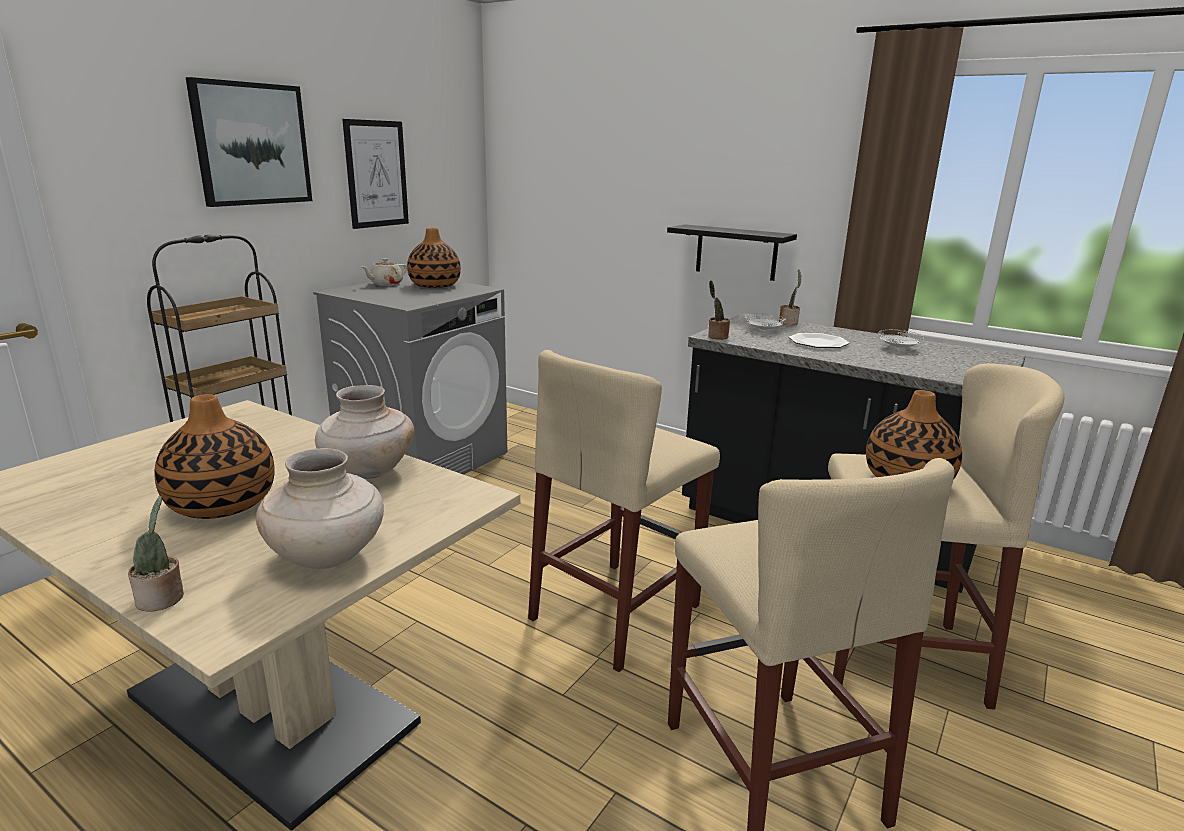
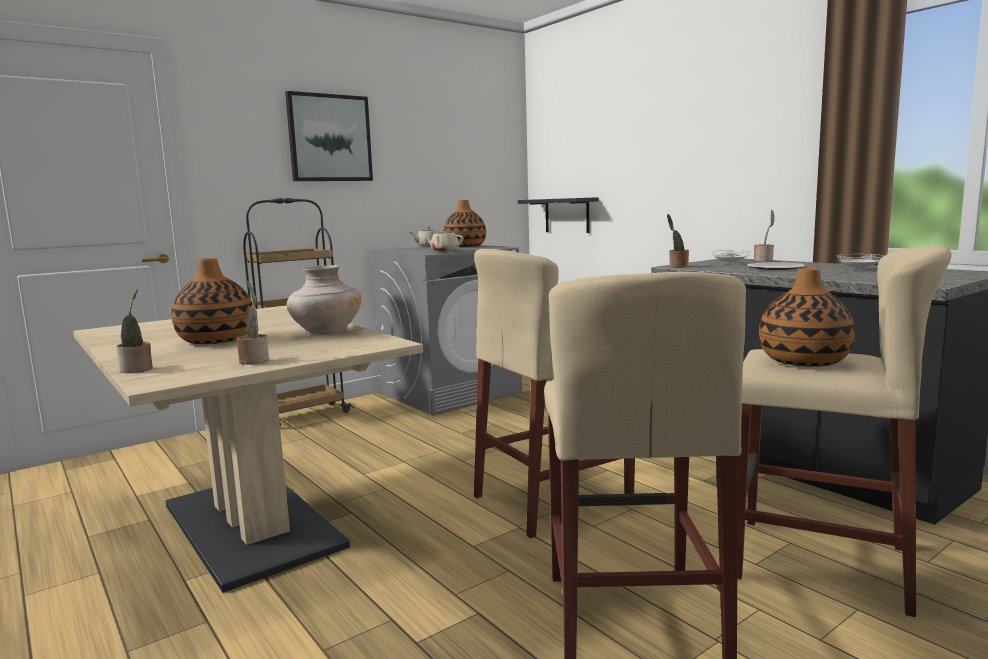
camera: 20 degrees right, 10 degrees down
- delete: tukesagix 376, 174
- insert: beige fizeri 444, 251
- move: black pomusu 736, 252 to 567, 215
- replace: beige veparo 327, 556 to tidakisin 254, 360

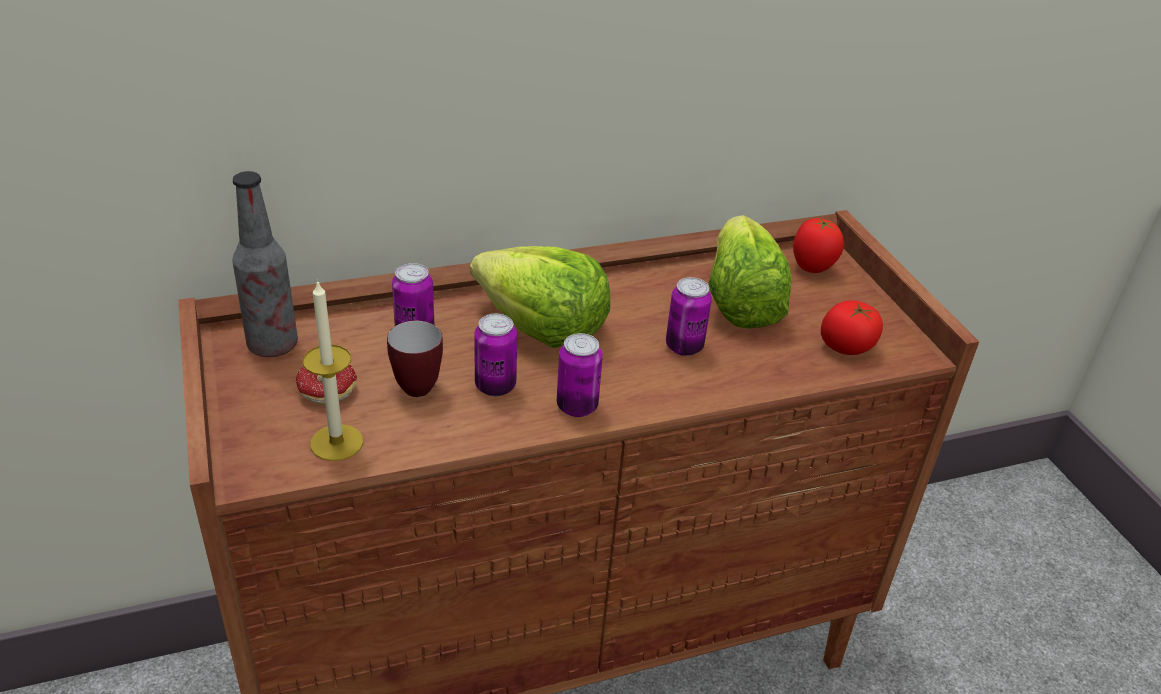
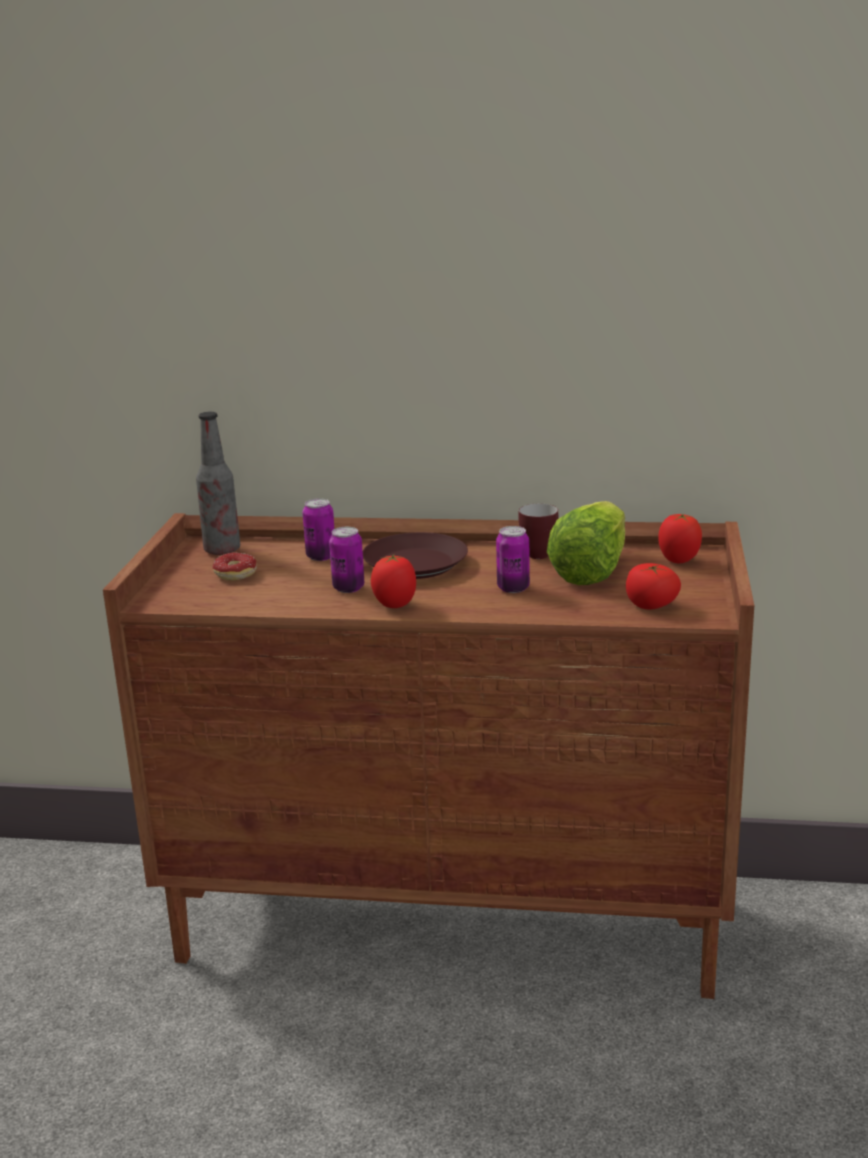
camera: 30 degrees right, 15 degrees down
- delete: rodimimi 336, 442
- move: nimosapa 417, 383 to 540, 553
- replace: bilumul 542, 327 to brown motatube 415, 565
- replace: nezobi 577, 406 to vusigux 395, 605

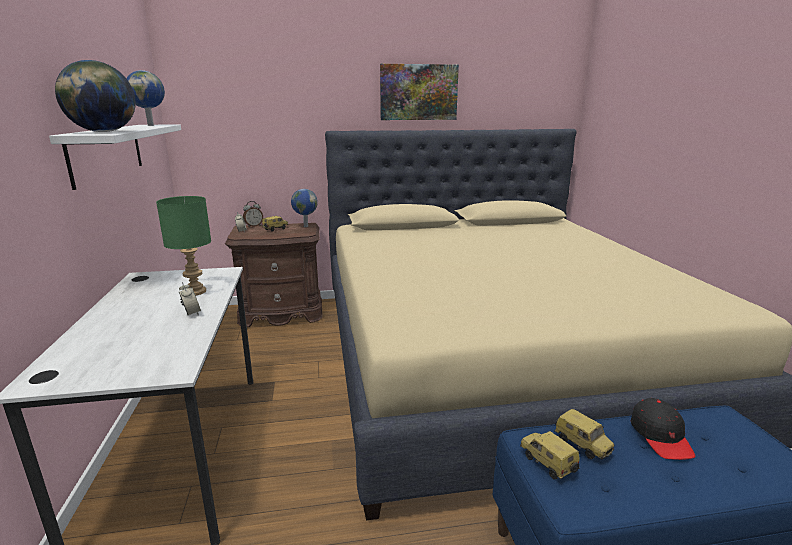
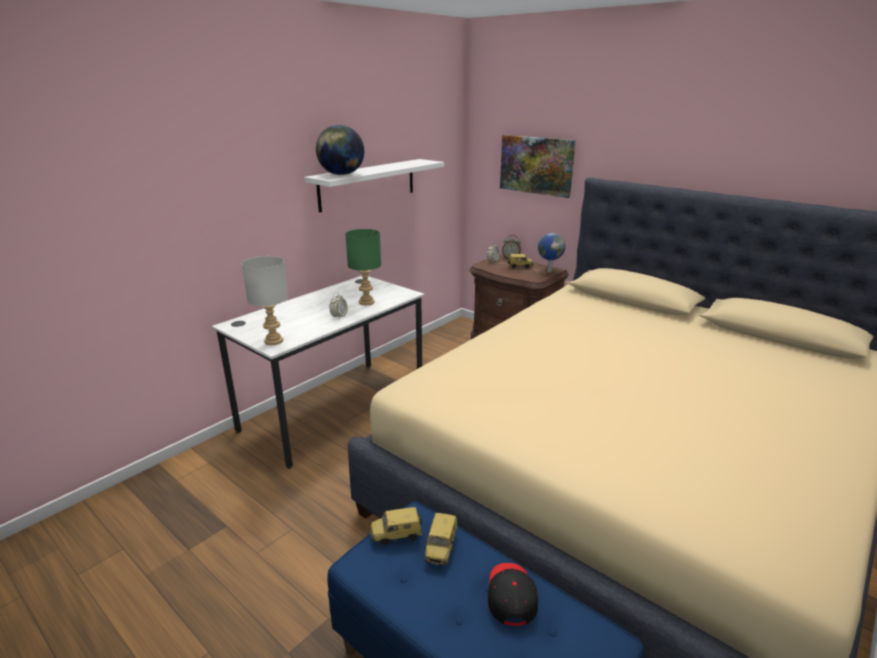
camera: 50 degrees right, 5 degrees up
- delete: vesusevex 151, 125
- insert: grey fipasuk 273, 341
- move: tukesagix 418, 92 to 536, 165
- rotate: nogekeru 546, 464 = 397, 536 120 degrees counterclockwise
- rotate: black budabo 661, 436 = 510, 596 135 degrees clockwise

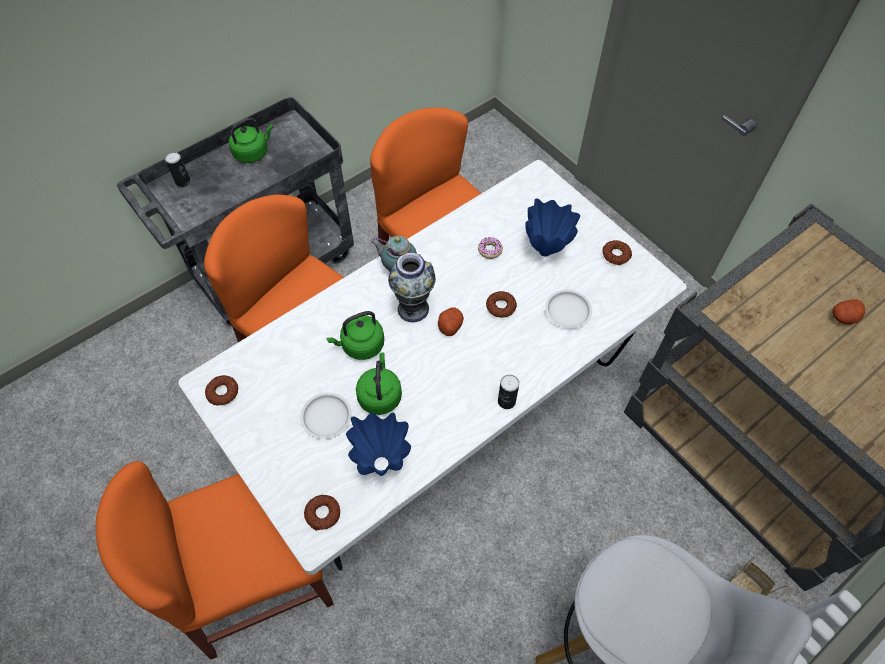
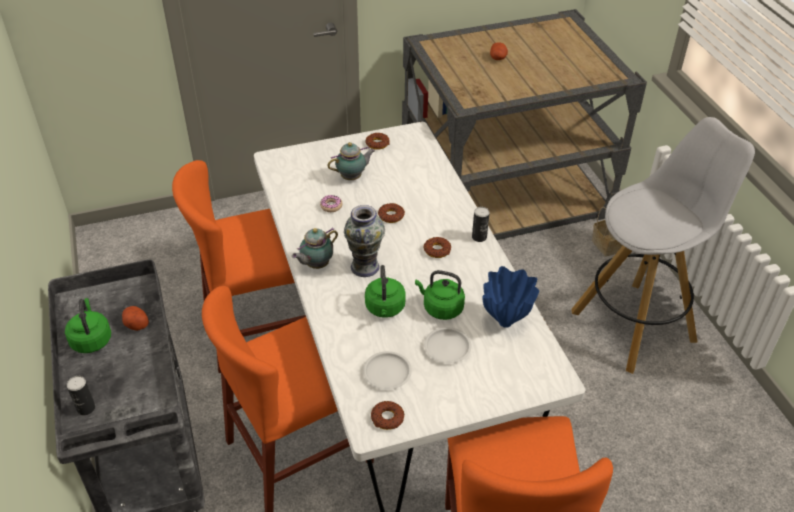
camera: 70 degrees left, 15 degrees down
- move: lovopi 323, 514 to 437, 250
- move: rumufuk 450, 325 to 136, 324
- move: white motatube 568, 311 to 387, 372
- replace: blue veparo 545, 252 to fizeri 352, 177

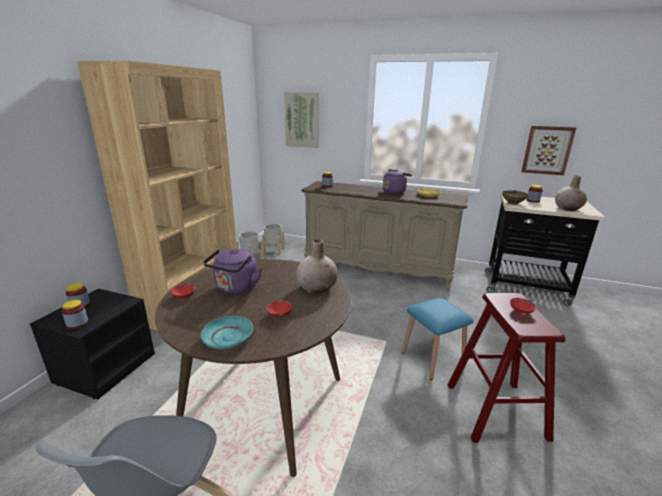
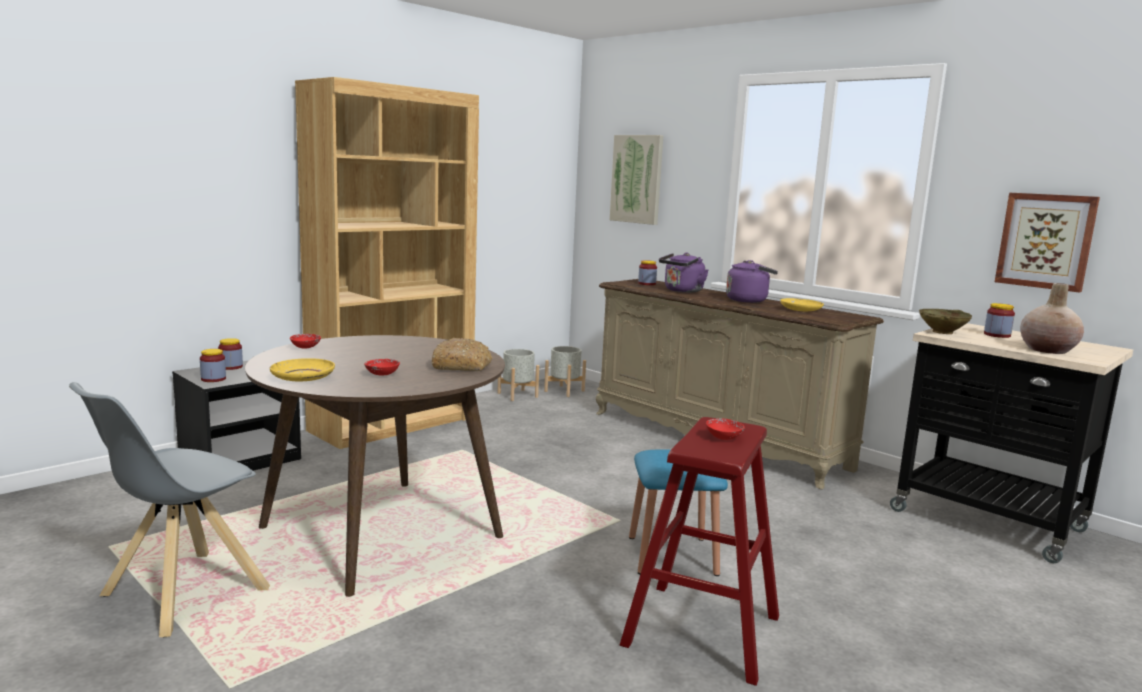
camera: 25 degrees right, 10 degrees down
- move: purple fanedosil 235, 288 to 682, 291
- replace: beige veparo 317, 287 to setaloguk 462, 366
- recolor: turquoise motatube 228, 338 to yellow motatube 303, 377

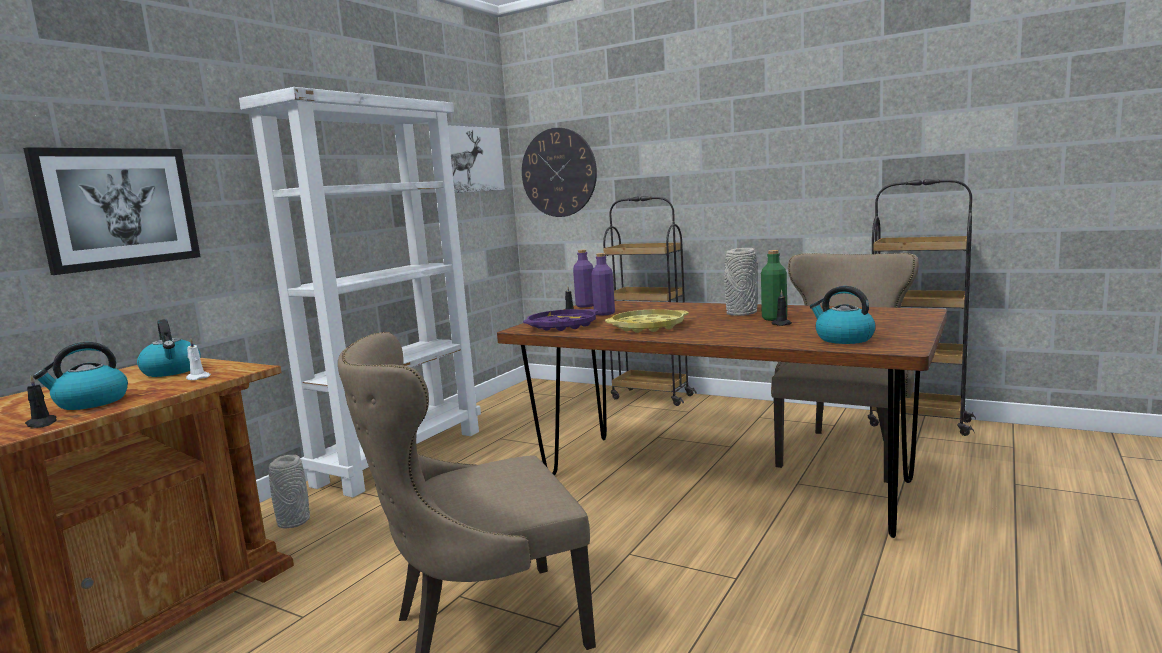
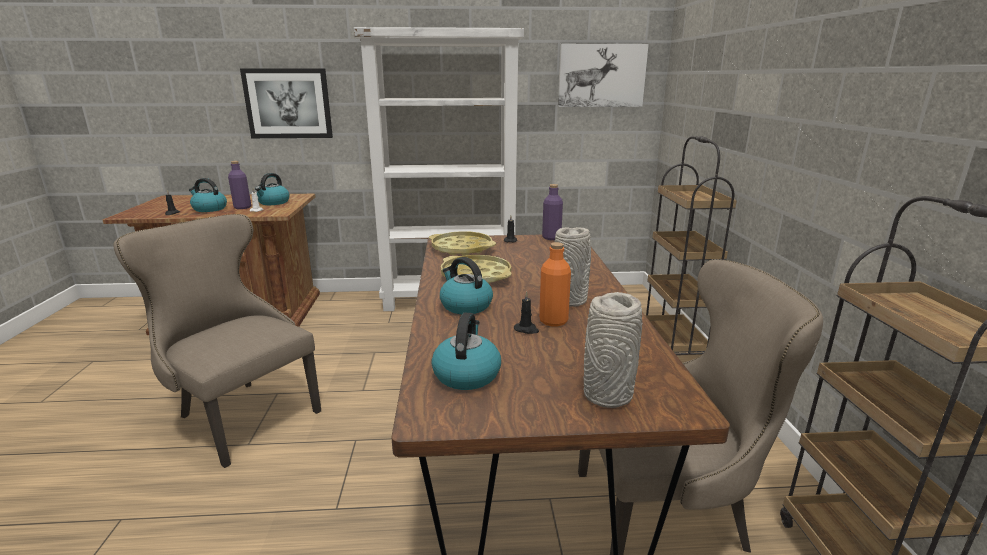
camera: 55 degrees right, 10 degrees up
- delete: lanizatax 558, 172
- insert: fanedosil 465, 305
- move: grey veparo 293, 522 to 607, 394
- move: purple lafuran 604, 313 to 242, 207
- recolor: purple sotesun 561, 326 to yellow sotesun 462, 248
- recolor: green lafuran 774, 319 to orange lafuran 553, 321

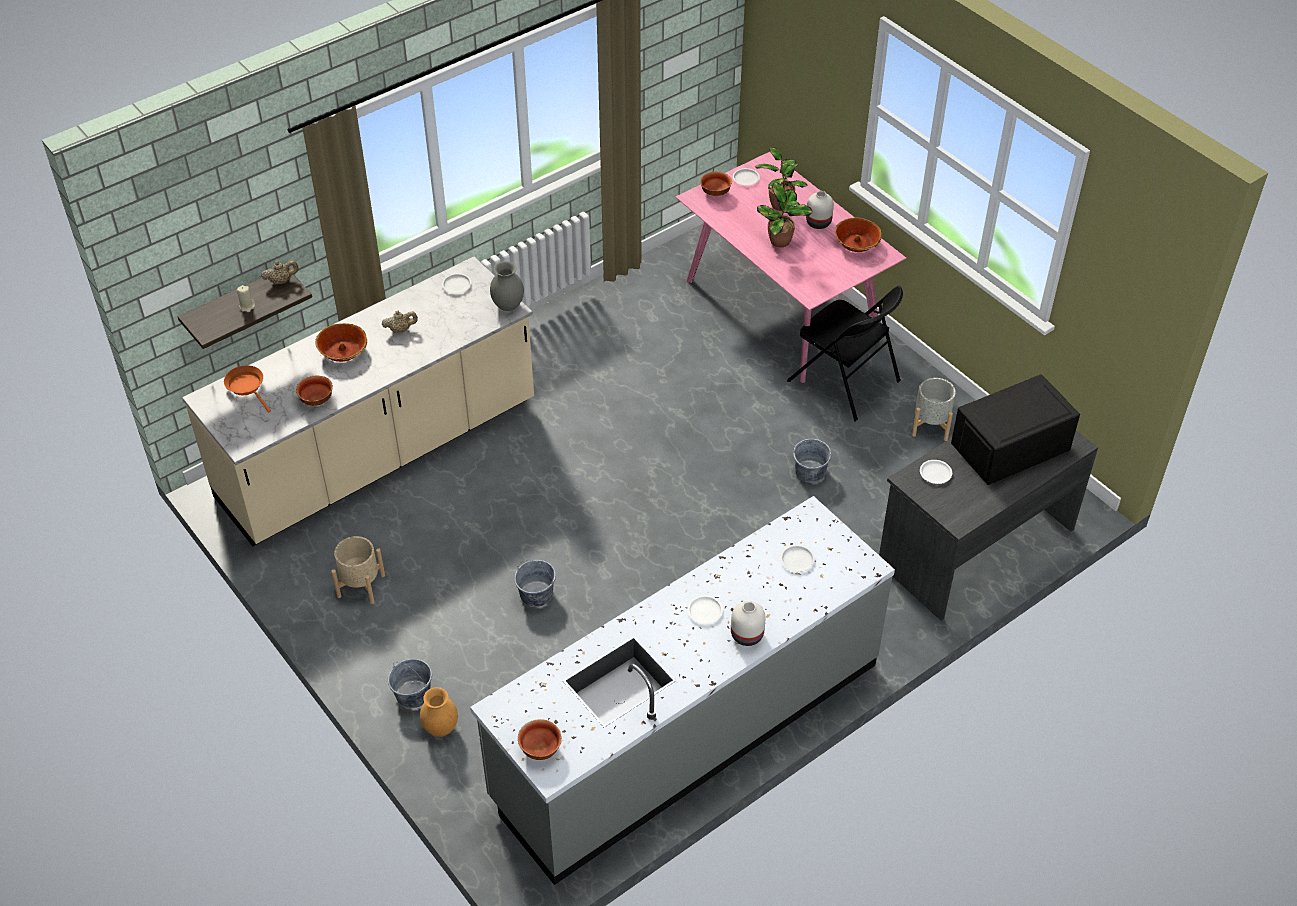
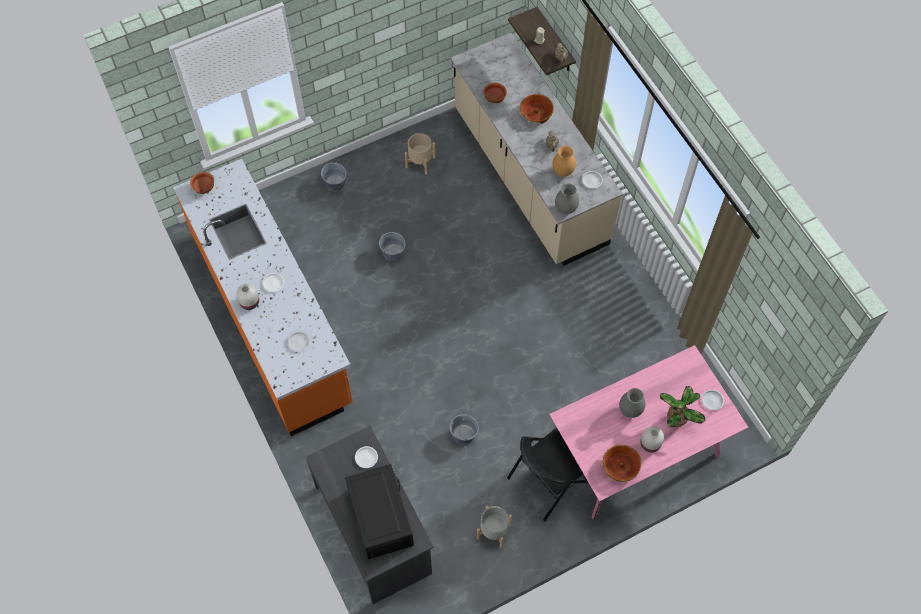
camera: 100 degrees right, 15 degrees up
- delete: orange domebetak 247, 387
- delete: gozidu 715, 193
- move: brown veparo 440, 728 to 563, 171
- replace: tidakisin 781, 242 to grey veparo 630, 410
- recolor: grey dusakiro 686, 730 to orange dusakiro 272, 319

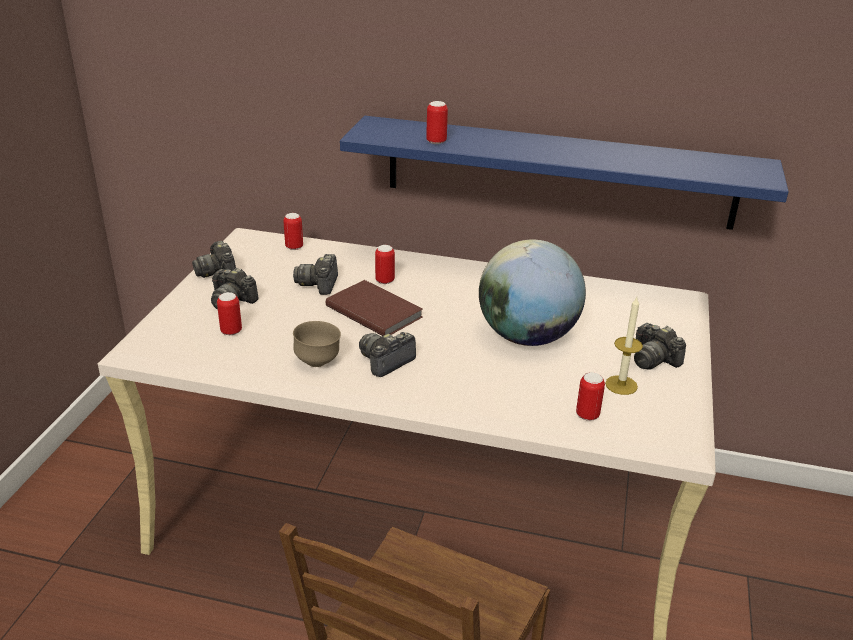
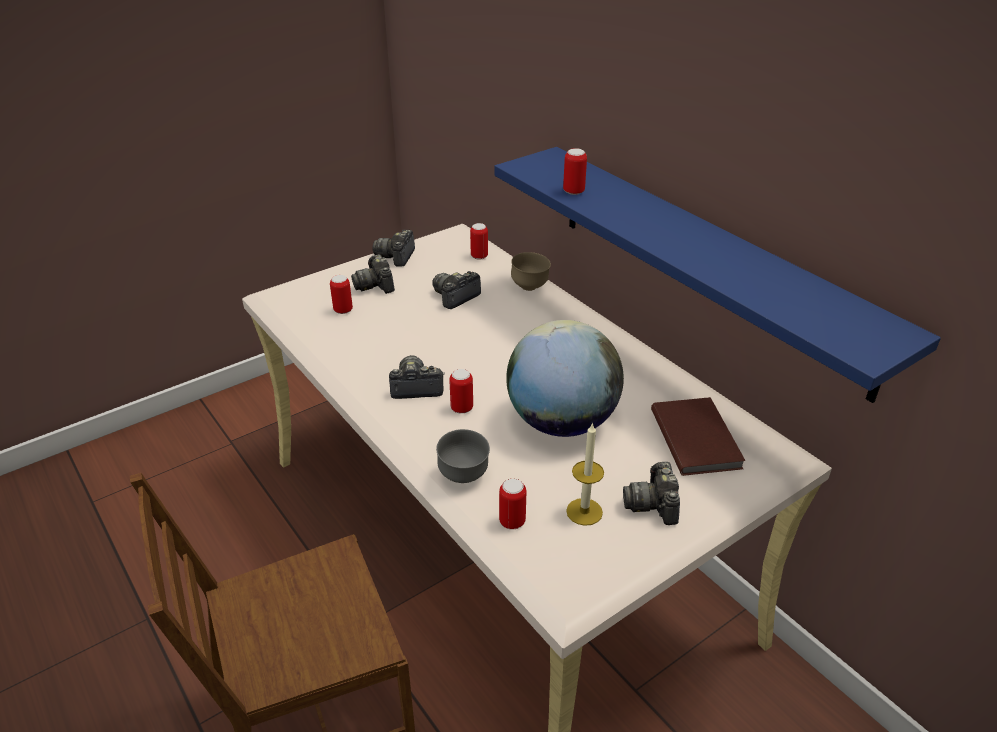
camera: 40 degrees right, 5 degrees up
- insert: grey gozidu 463, 476
- move: brown gozidu 318, 362 to 530, 287
- move: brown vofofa 374, 310 to 697, 437
- move: nezobi 385, 281 to 462, 408

